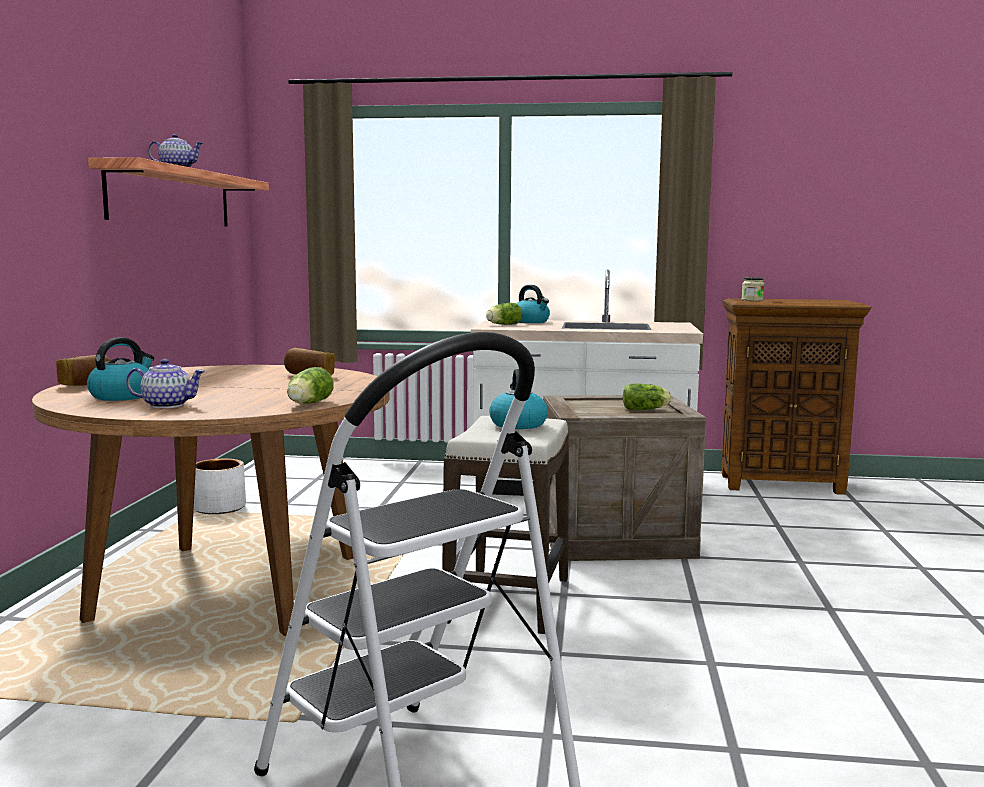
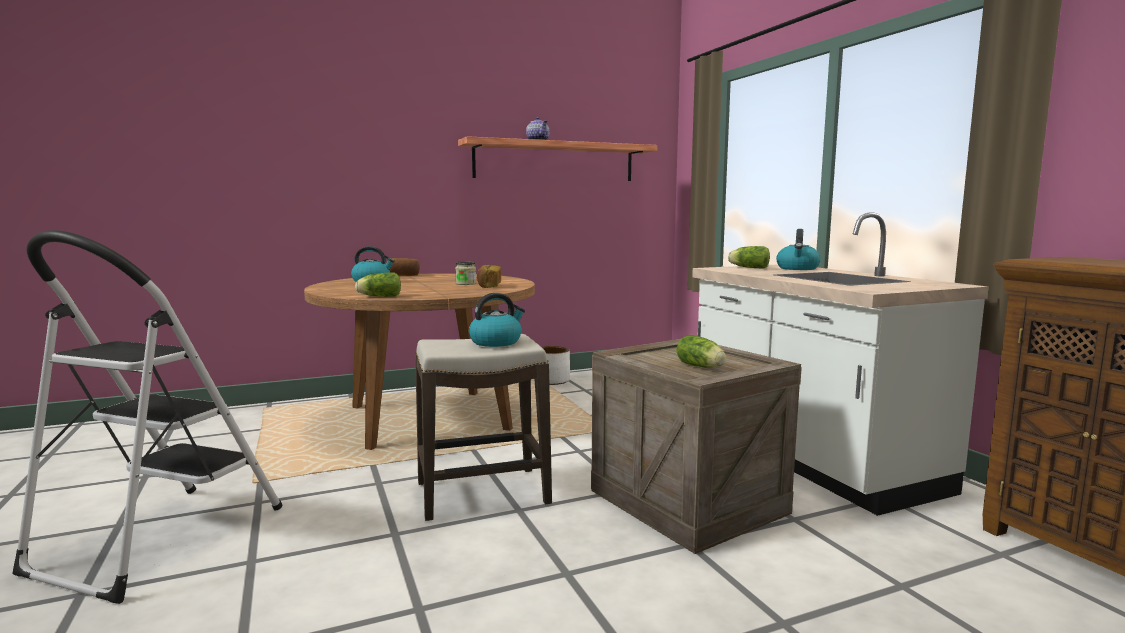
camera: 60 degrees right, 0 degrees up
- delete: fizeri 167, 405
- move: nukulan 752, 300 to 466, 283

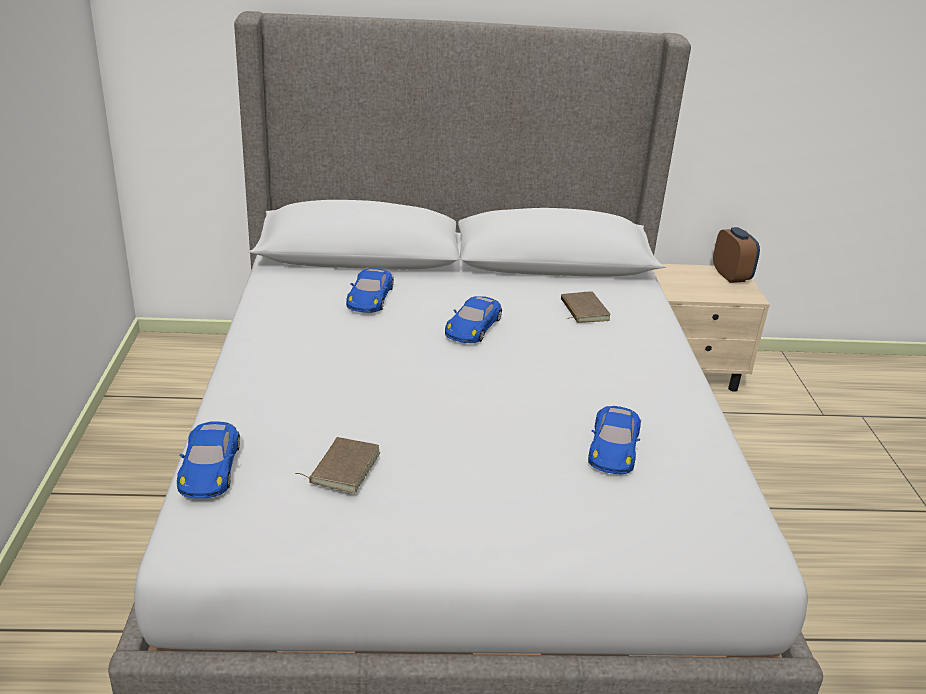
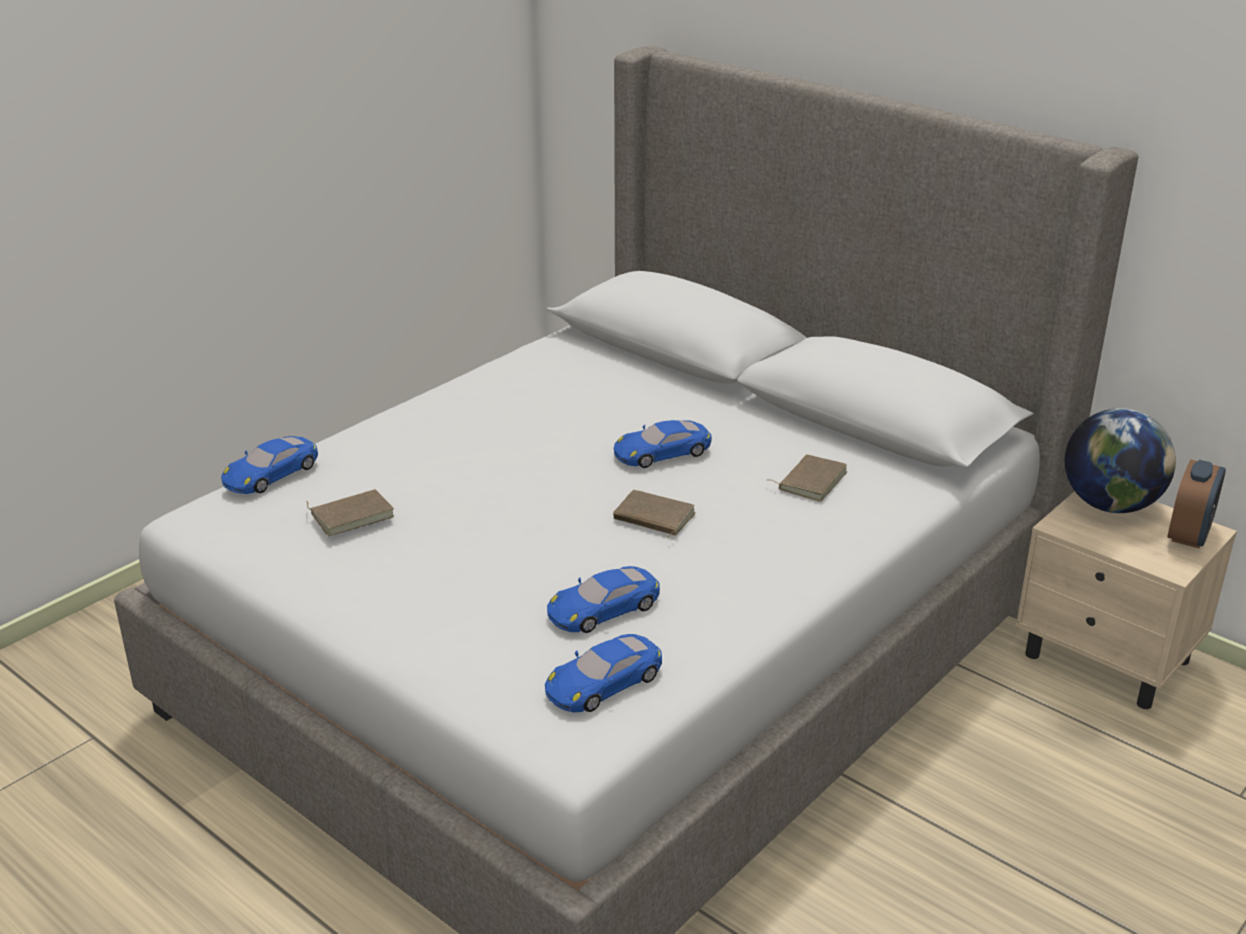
camera: 45 degrees right, 0 degrees up
- insert: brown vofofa 652, 518
- insert: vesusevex 1110, 505
- move: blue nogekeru 370, 297 to 604, 682

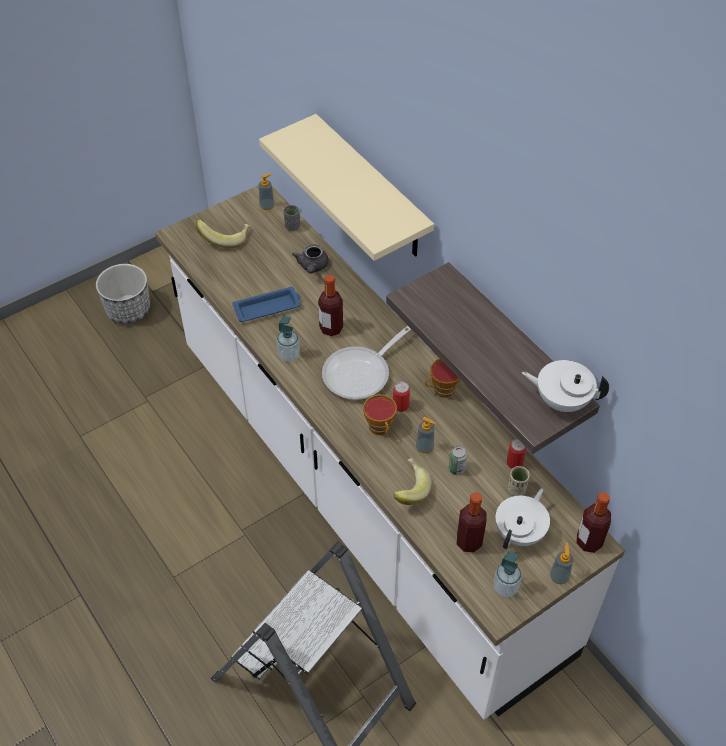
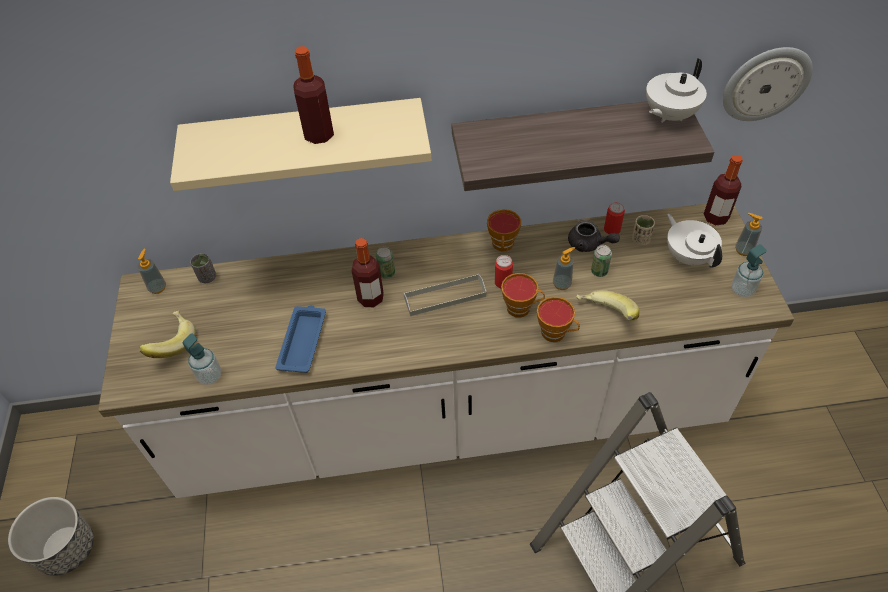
camera: 60 degrees left, 0 degrees up
- insert: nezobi 386, 273
- insert: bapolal 556, 333
- insert: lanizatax 765, 83
- move: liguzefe 289, 355 to 210, 376
- move: grey fizeri 312, 267 to 589, 244
- move: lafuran 469, 542 to 319, 135
- replace: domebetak 361, 373 to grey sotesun 445, 297

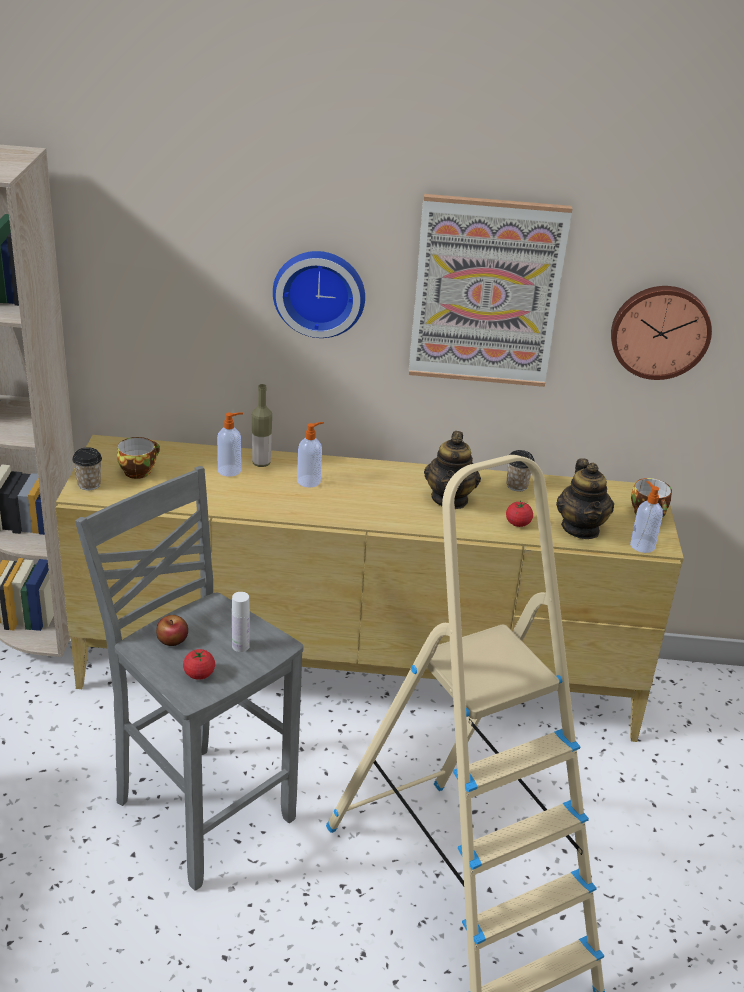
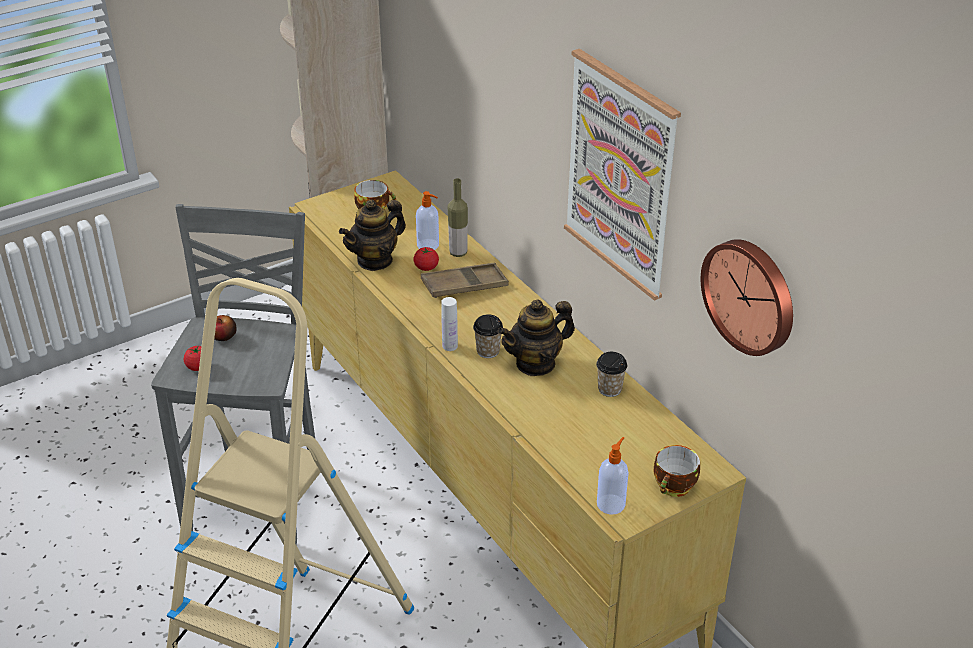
camera: 55 degrees right, 5 degrees up
- delete: lanizatax 319, 291
- move: bapolal 89, 484 to 488, 351
- move: white lafuran 240, 646 to 450, 346
- move: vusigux 518, 523 to 426, 267
- move: fizeri 581, 528 to 375, 260
- replace: liguzefe 309, 481 to brown sotesun 464, 285

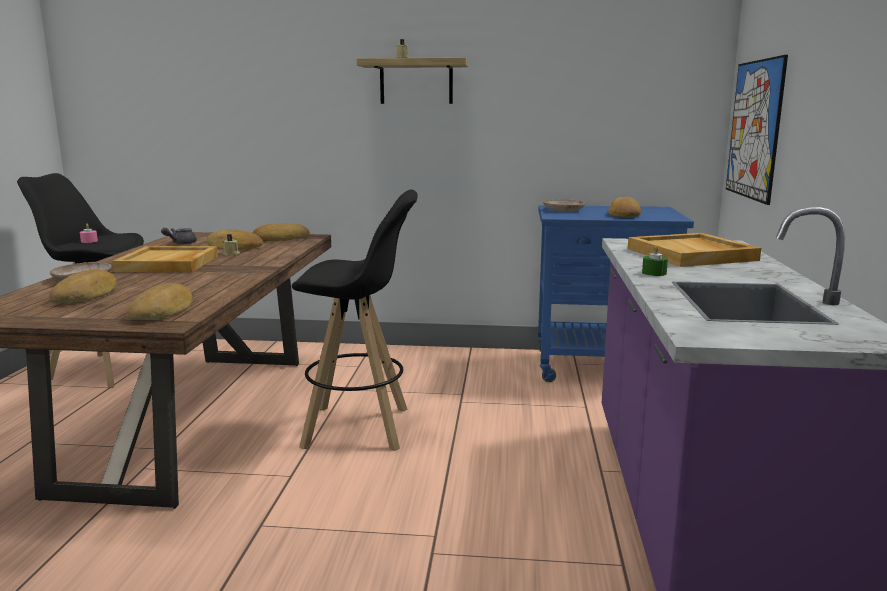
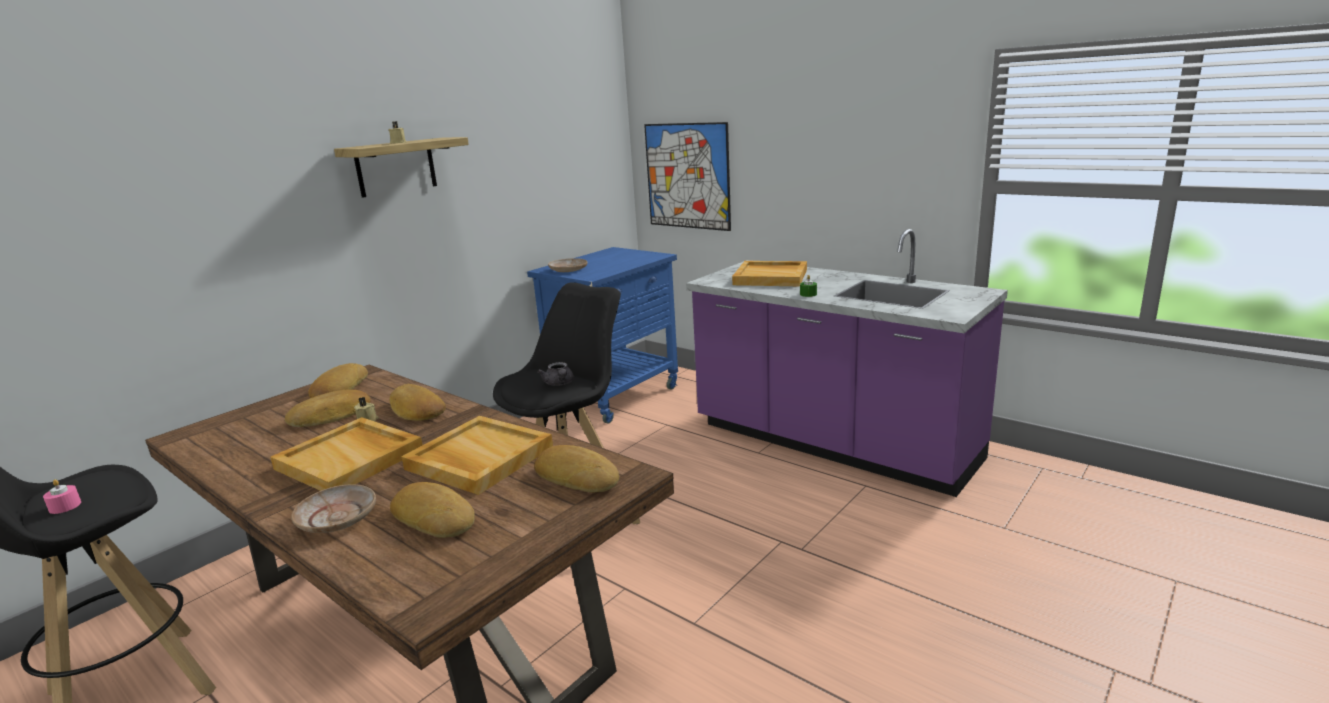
camera: 55 degrees left, 5 degrees up
- insert: beige sotesun 478, 458
- move: grey fizeri 180, 243 to 559, 384
- move: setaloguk 623, 214 to 416, 410

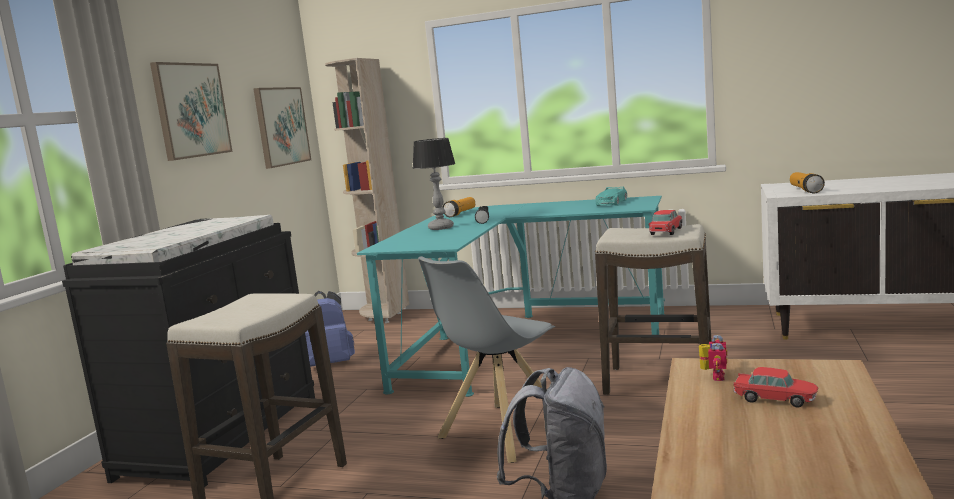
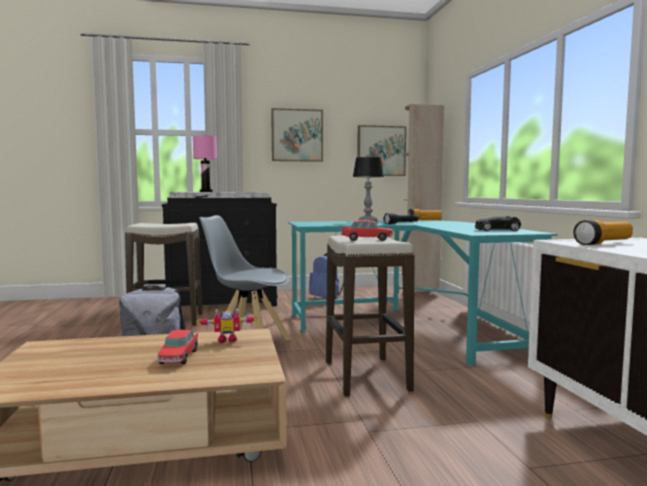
camera: 60 degrees right, 5 degrees down
- insert: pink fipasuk 206, 191
- recolor: turquoise nogekeru 611, 203 to black nogekeru 496, 230

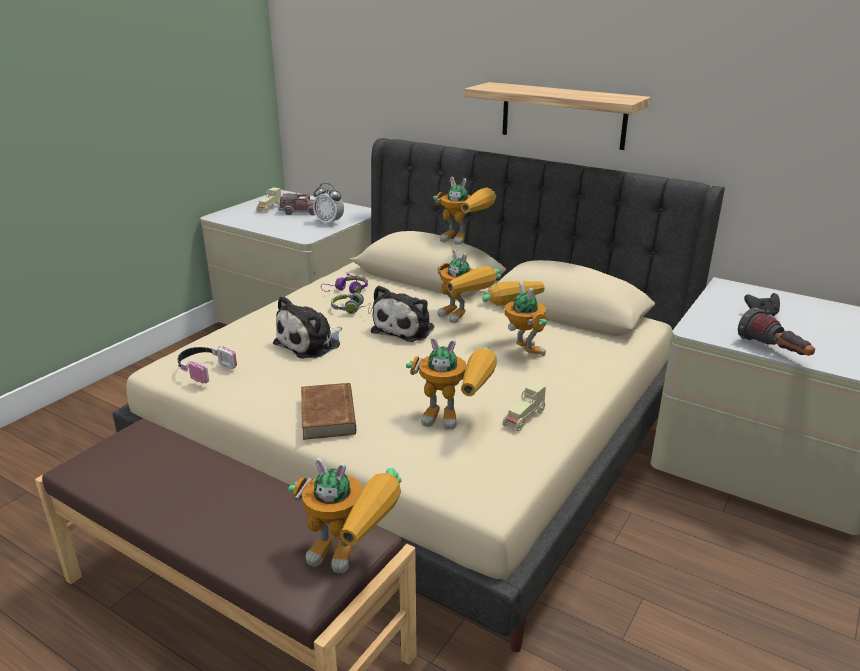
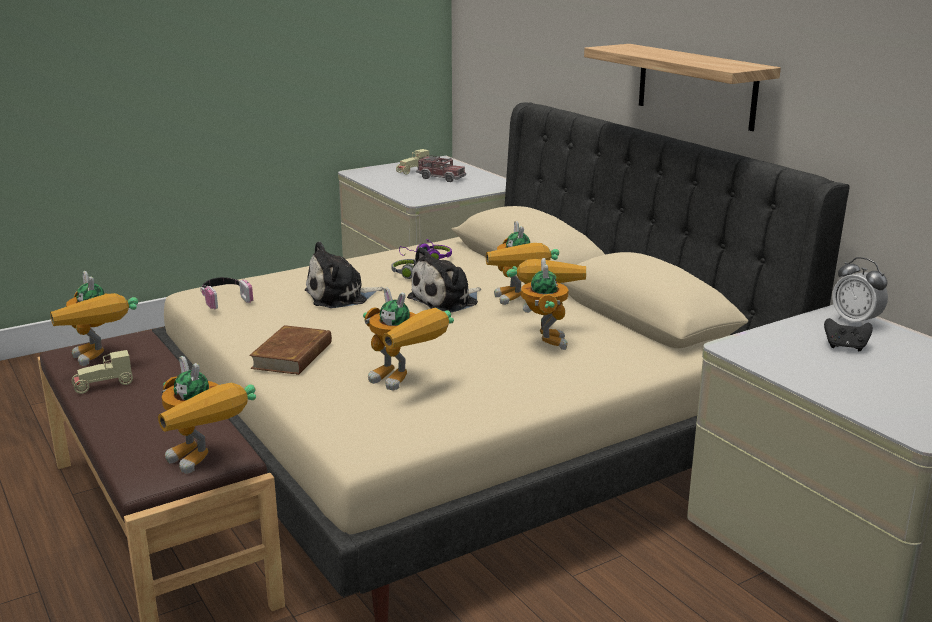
camera: 25 degrees right, 5 degrees down
- delete: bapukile 774, 351
- move: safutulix 329, 223 to 855, 321
- move: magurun 465, 241 to 100, 361
- move: beige nogekeru 524, 419 to 103, 386

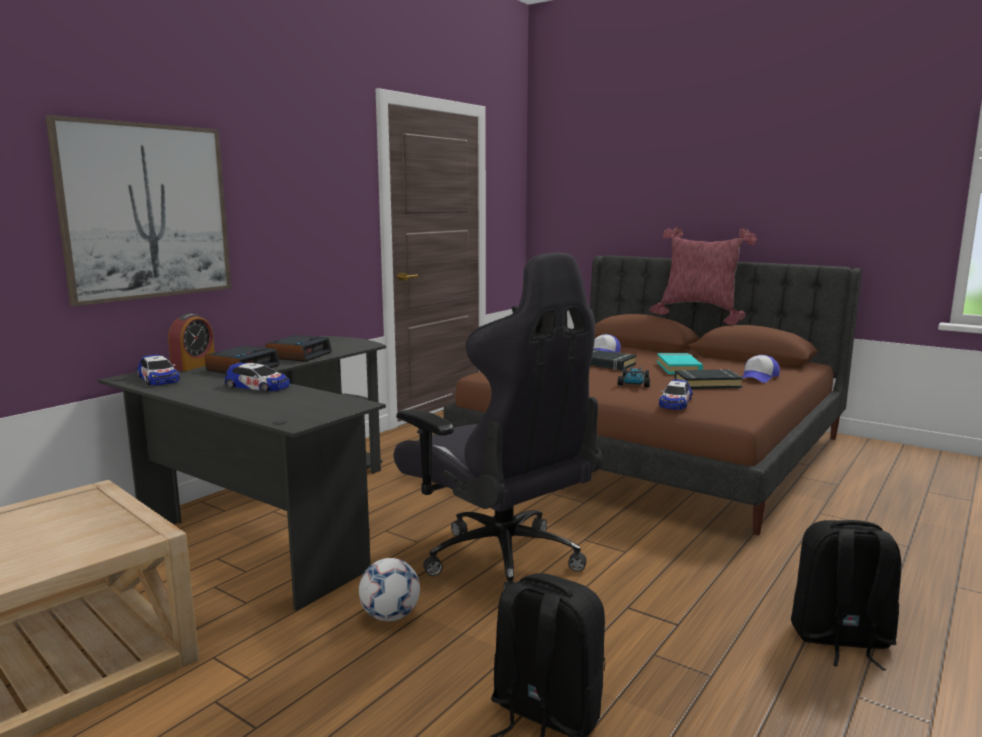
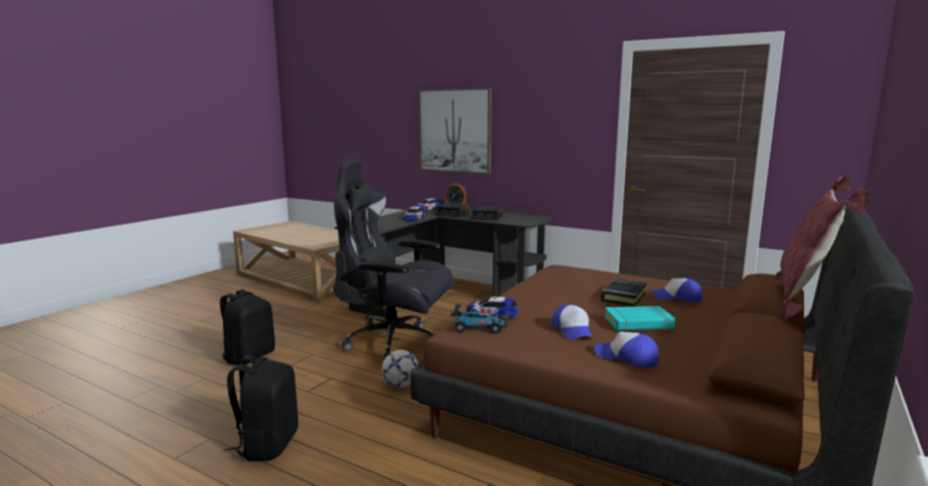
camera: 85 degrees right, 0 degrees up
- move: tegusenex 390, 616 to 401, 385
- move: nogekeru 634, 382 to 478, 327
- replace: black vofofa 707, 384 to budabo 573, 330
- rotate: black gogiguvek 496, 556 = 398, 344 60 degrees clockwise

